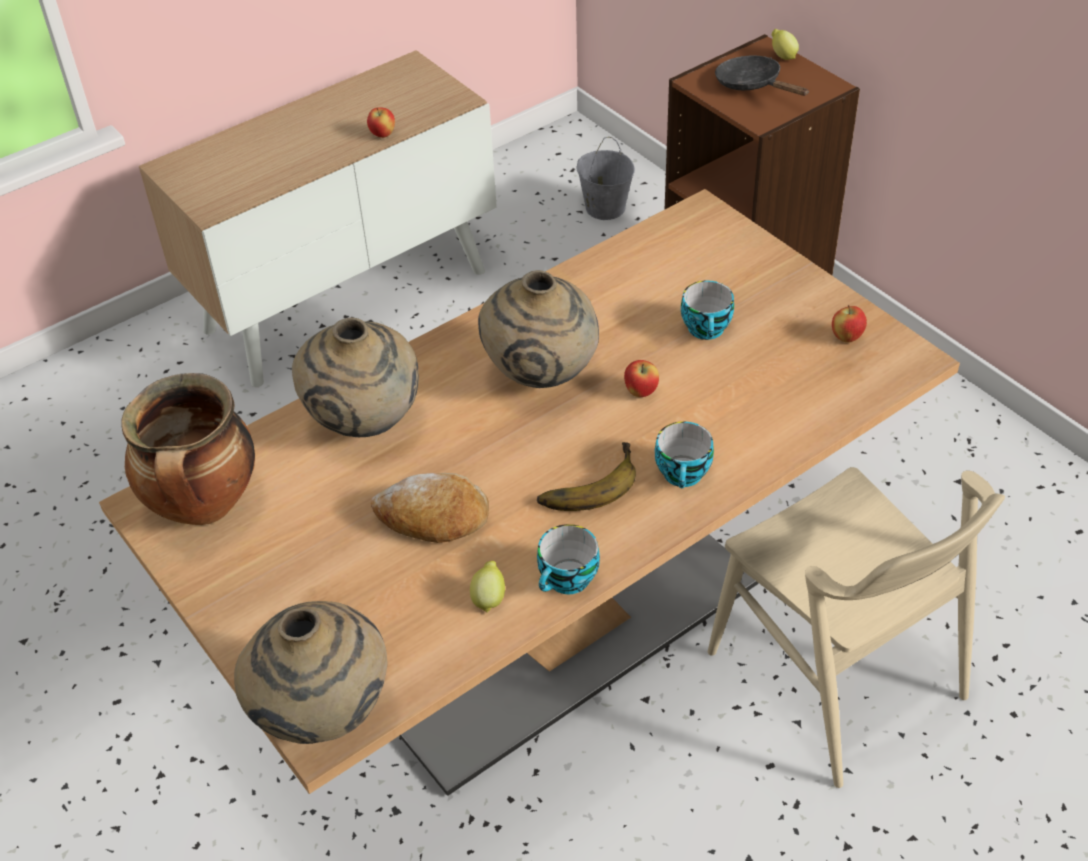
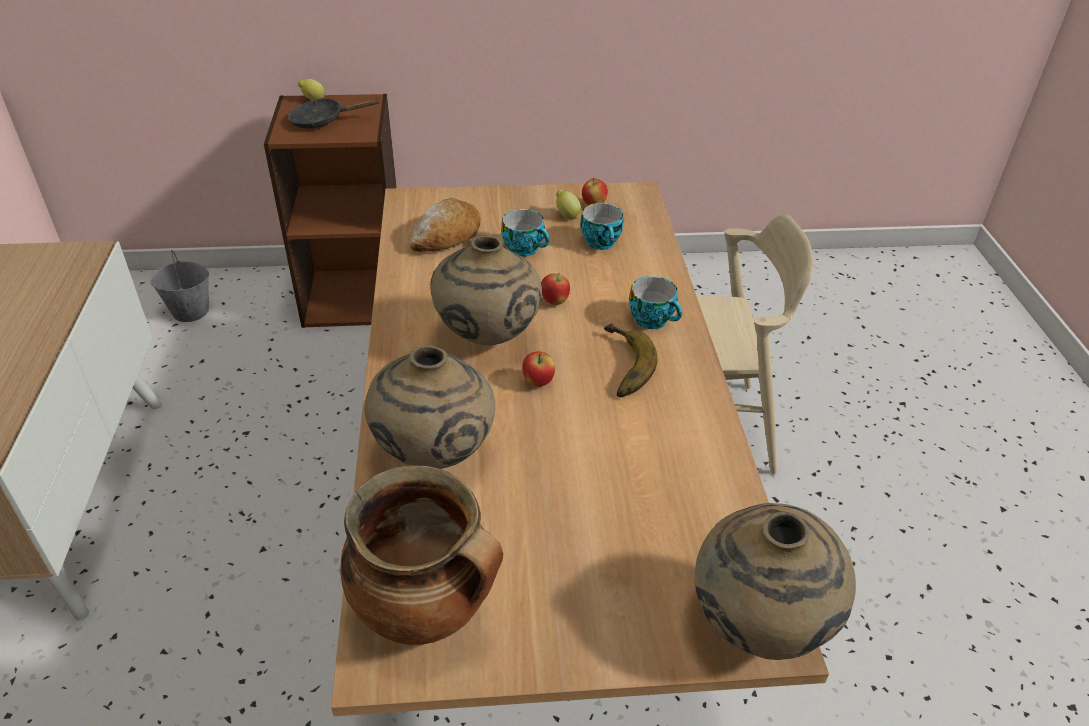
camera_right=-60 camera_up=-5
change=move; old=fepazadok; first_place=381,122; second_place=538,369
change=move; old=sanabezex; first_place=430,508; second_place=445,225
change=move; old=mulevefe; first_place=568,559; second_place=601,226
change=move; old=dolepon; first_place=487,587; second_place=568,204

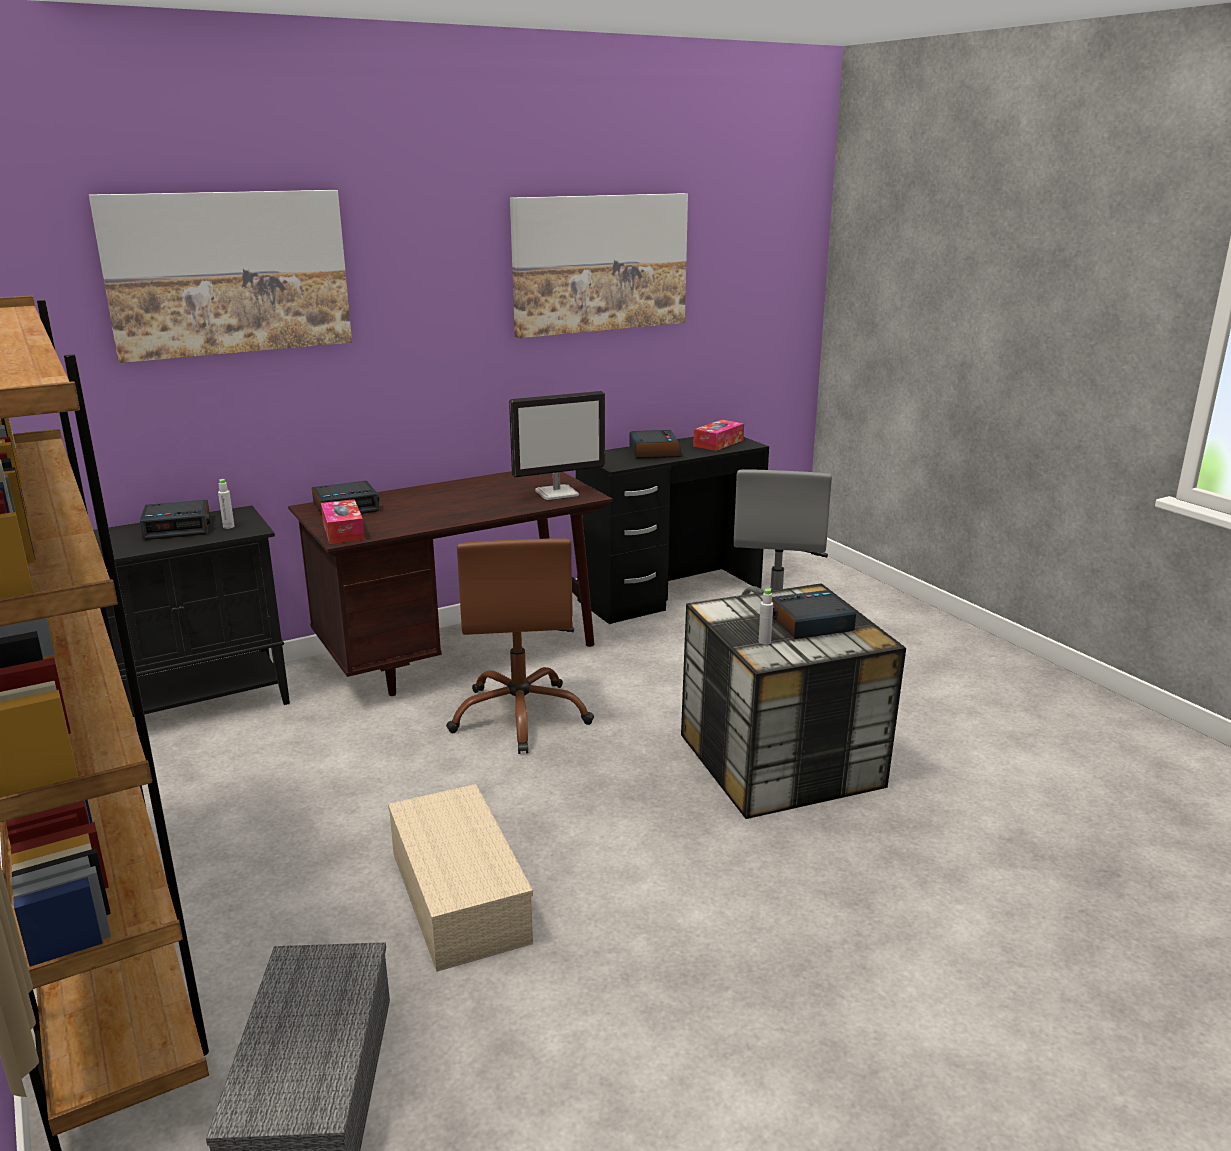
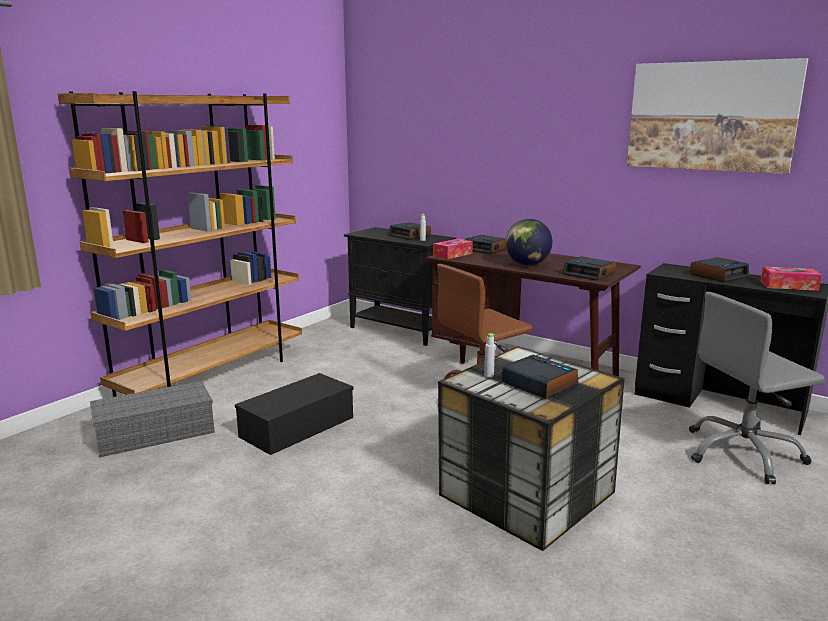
camera_right=65 camera_up=-5
change=delete; old=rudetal; first_place=220,276
change=replace; old=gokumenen; new=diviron; first_place=557,445; second_place=589,268
change=recolor; old=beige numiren; new=black numiren; first_place=460,878; second_place=294,414
change=insert; new=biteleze; second_place=528,242

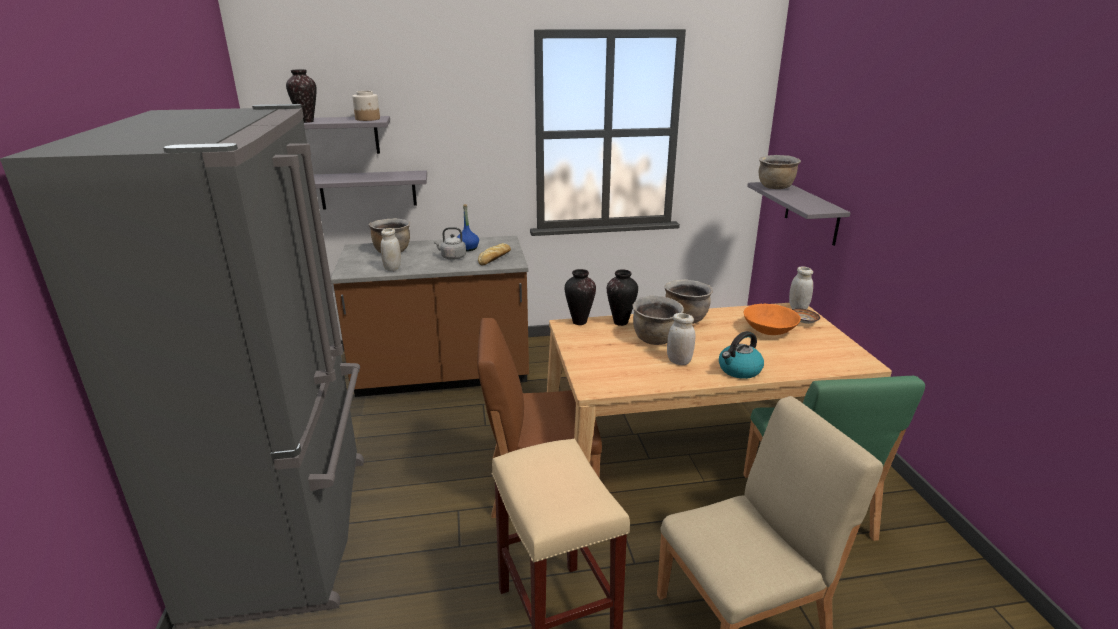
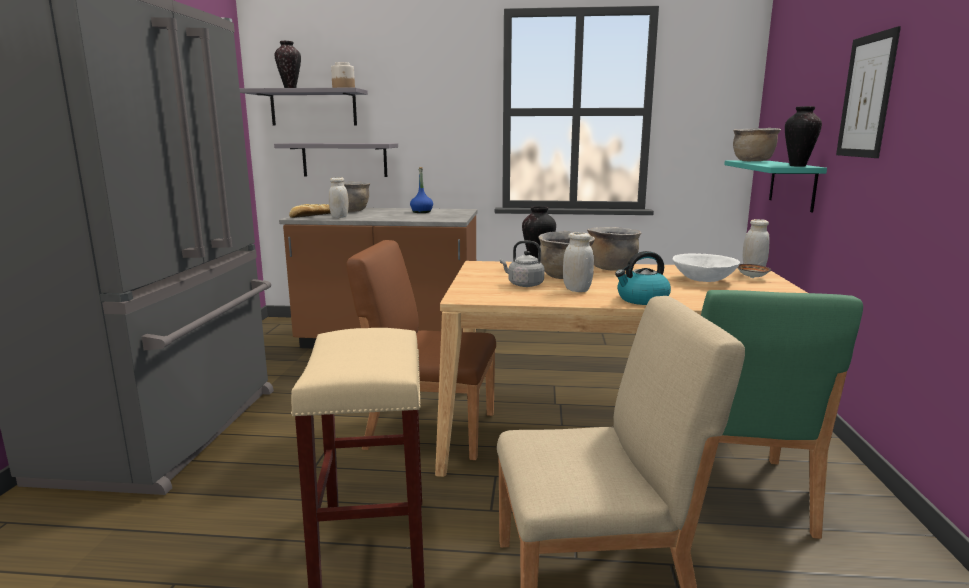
camera_right=15 camera_up=-10
change=recolor; old=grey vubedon; new=turquoise vubedon; first_place=799,214; second_place=775,186
change=move; old=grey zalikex; first_place=449,243; second_place=522,264
change=move; old=sanabezex; first_place=494,254; second_place=310,211
change=move; old=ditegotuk; first_place=580,297; second_place=803,136
change=recolor; old=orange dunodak; new=white dunodak; first_place=772,319; second_place=706,267
change=insert; new=rudetal; second_place=868,92

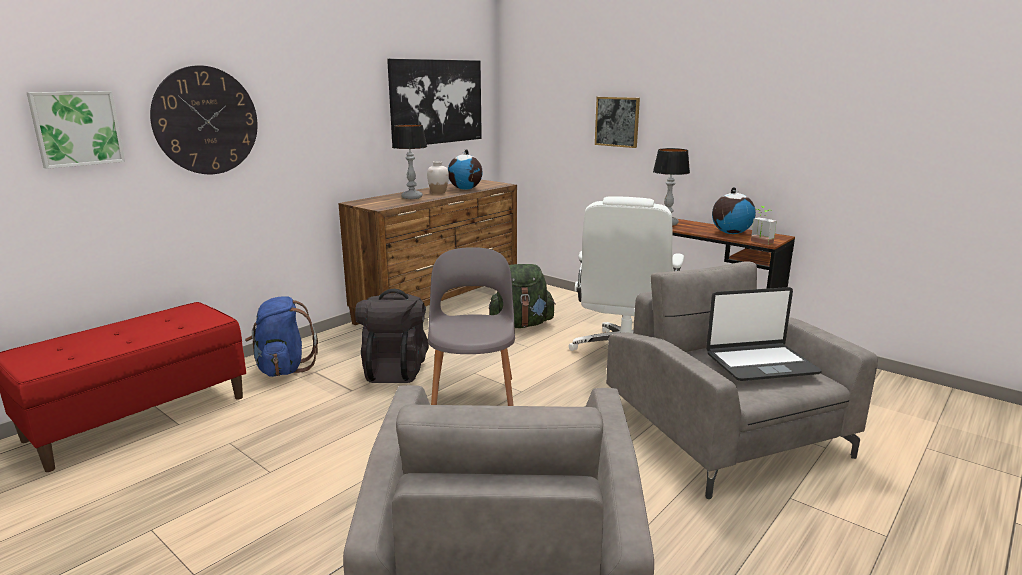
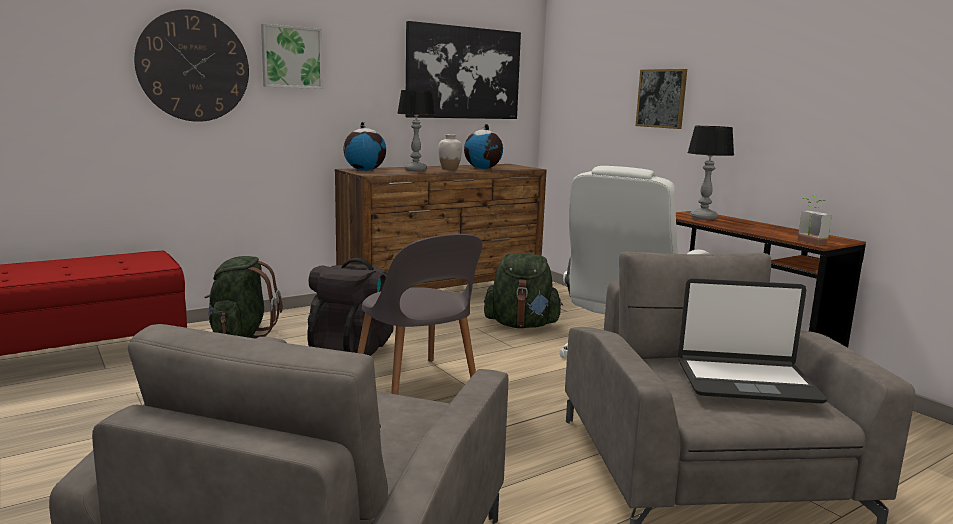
camera_right=15 camera_up=-5
change=move; old=rudetal; first_place=75,130; second_place=292,56
change=move; old=biteleze; first_place=734,210; second_place=365,146
change=rotate; old=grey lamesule; first_place=471,326; second_place=419,314; degrees=135
change=recolor; old=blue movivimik; new=green movivimik; first_place=281,336; second_place=243,297

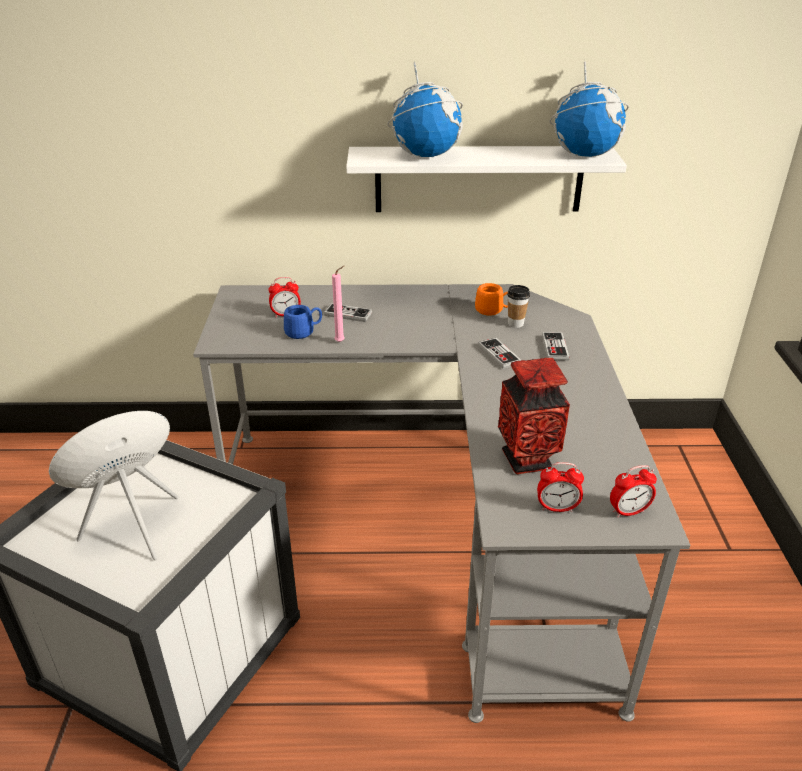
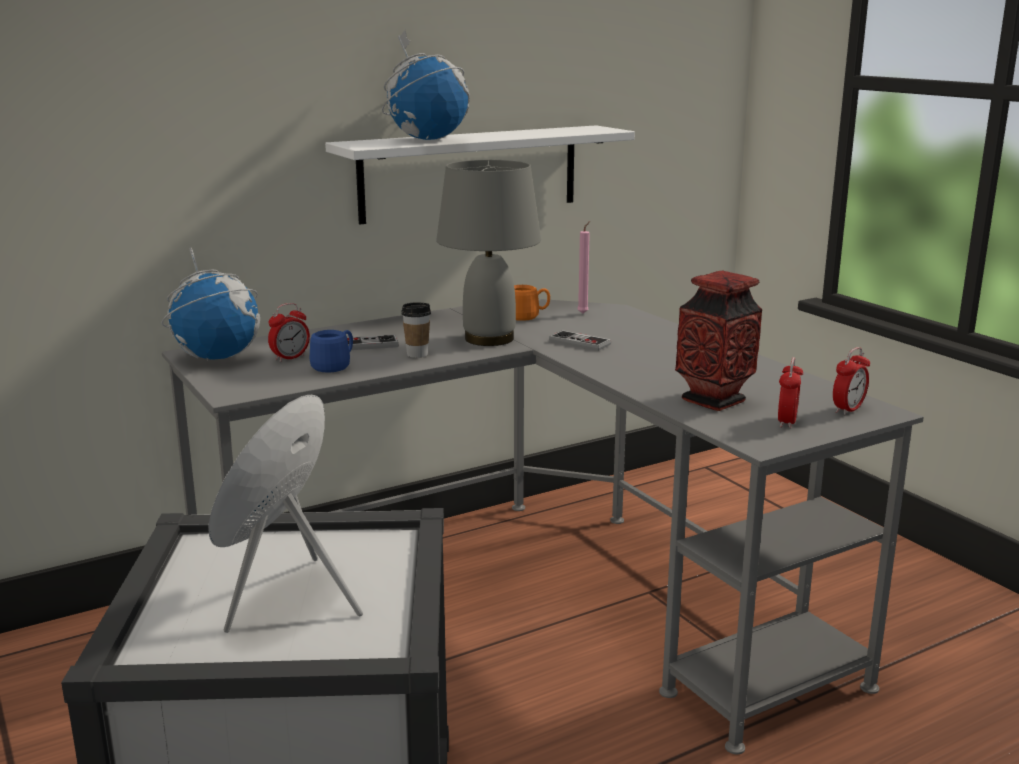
camera_right=-30 camera_up=-15
change=move; old=biteleze; first_place=589,109; second_place=210,304
change=move; old=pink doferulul; first_place=338,304; second_place=583,267
change=move; old=mulevefe; first_place=518,306; second_place=416,330
change=delete; old=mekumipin; first_place=555,346
change=rotate; old=diviron; first_place=560,487; second_place=790,393; degrees=-45
change=insert; new=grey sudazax; second_place=488,253

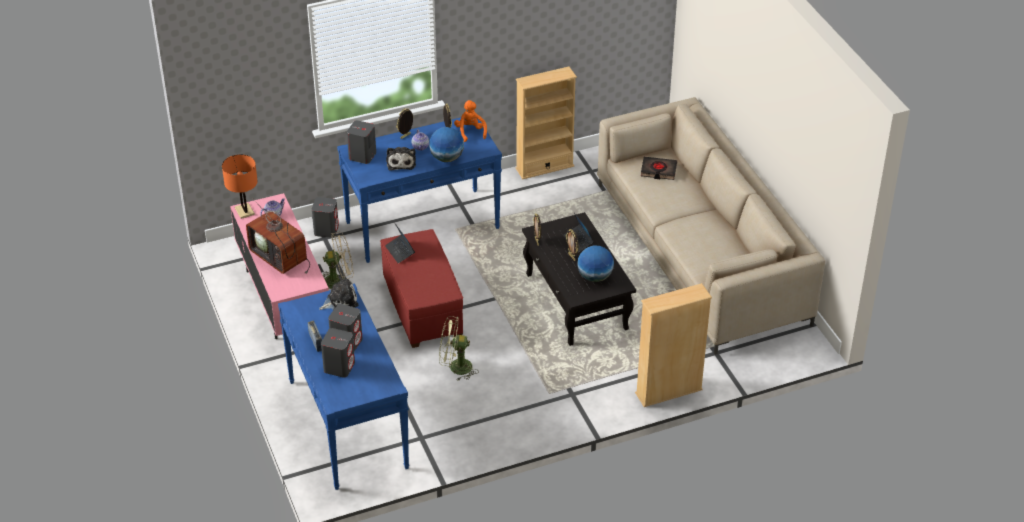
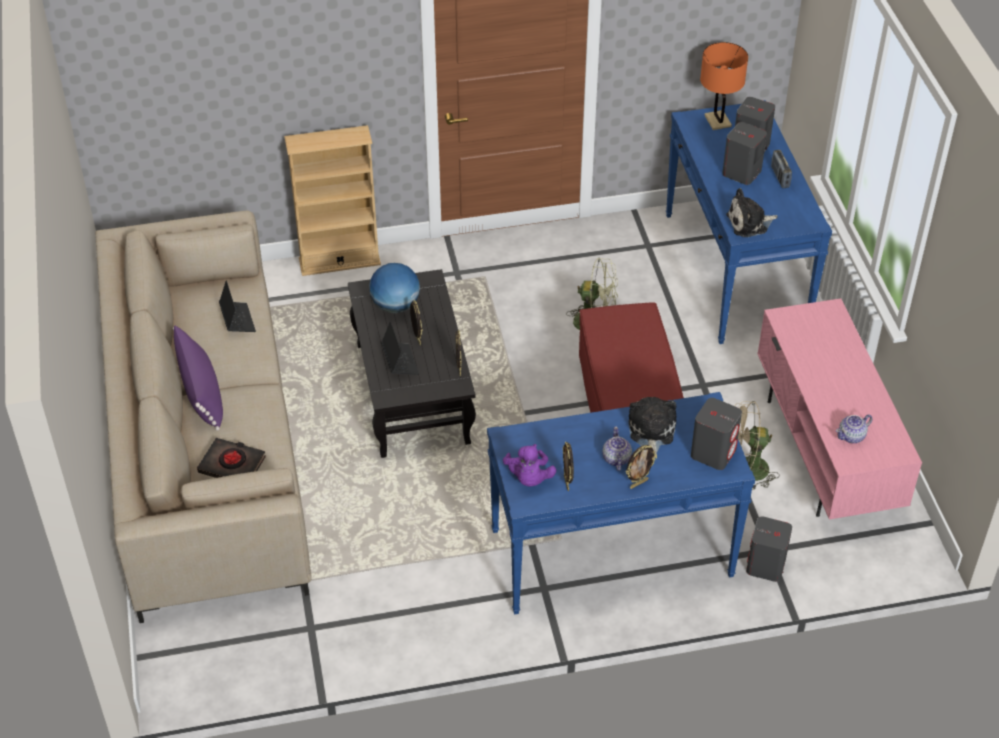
camera_right=-170 camera_up=5
change=delete; old=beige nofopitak; first_place=546,123
change=recolor; old=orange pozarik; new=purple pozarik; first_place=470,121; second_place=529,465
change=delete; old=biteleze; first_place=446,144
change=move; old=orange sudazax; first_place=240,186; second_place=724,86
change=delete; old=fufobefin; first_place=278,237
change=move; old=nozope; first_place=400,243; second_place=237,306
change=insert; new=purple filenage; second_place=198,378

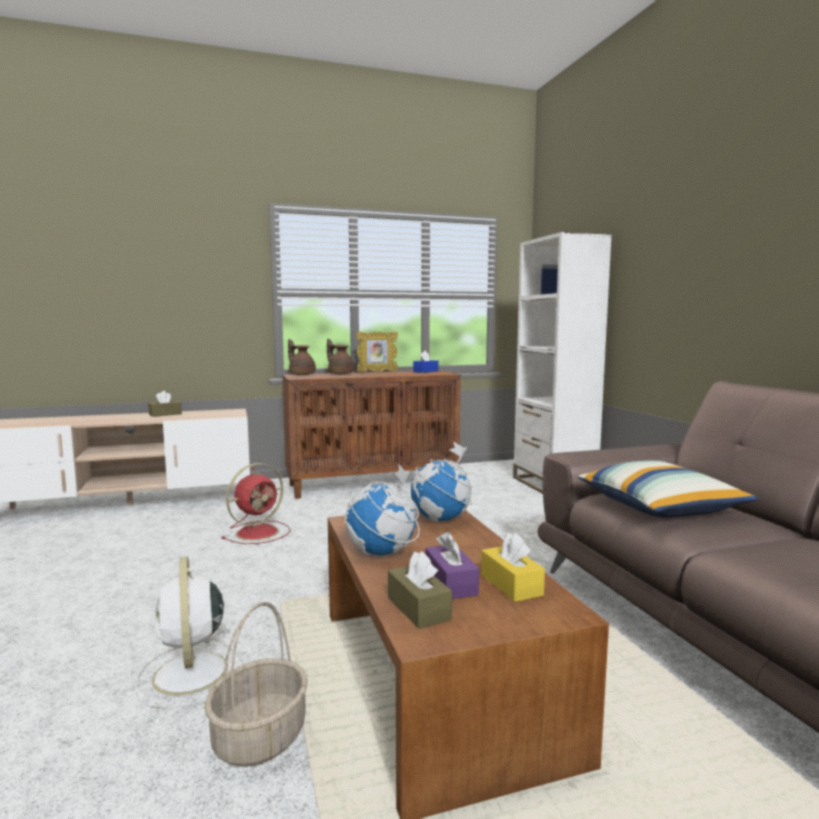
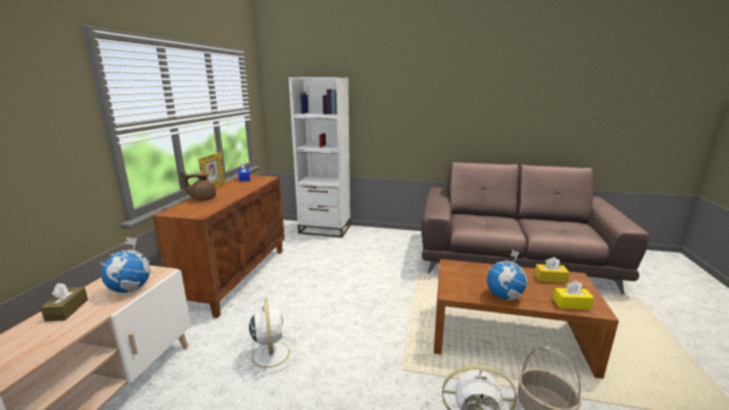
camera_right=-60 camera_up=10
change=delete; old=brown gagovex; first_place=302,357
change=move; old=biteleze; first_place=442,481; second_place=127,265
change=delete; old=filenage; first_place=668,489
change=recolor; old=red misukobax; new=white misukobax; first_place=256,503; second_place=270,337
change=delete; old=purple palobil; first_place=452,565
change=recolor; old=brown palobil; new=yellow palobil; first_place=420,590; second_place=573,295

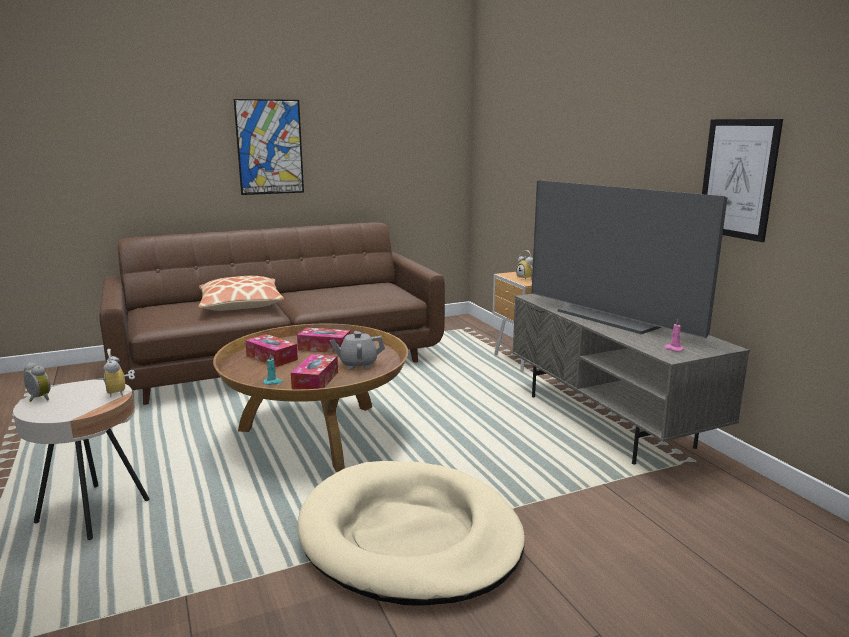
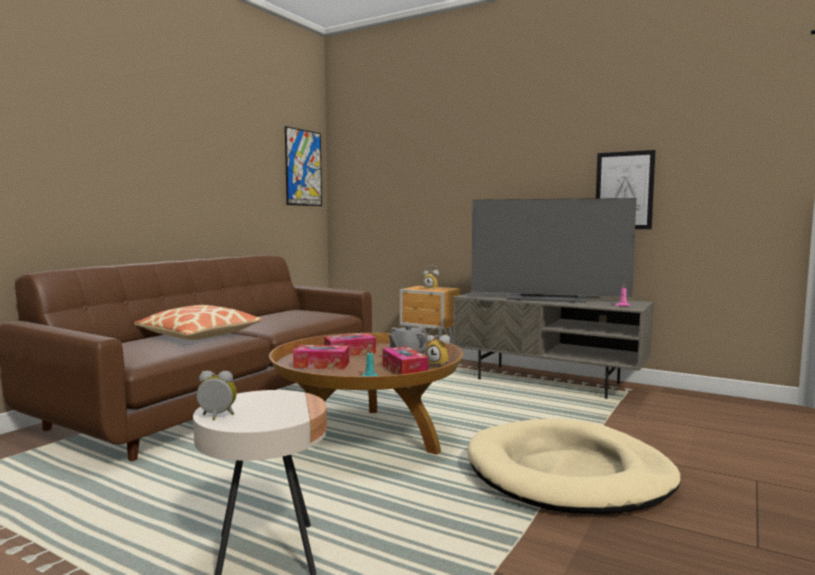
camera_right=-35 camera_up=-10
change=move; old=rudetal; first_place=269,147; second_place=303,166
change=move; old=diviron; first_place=119,373; second_place=438,347

